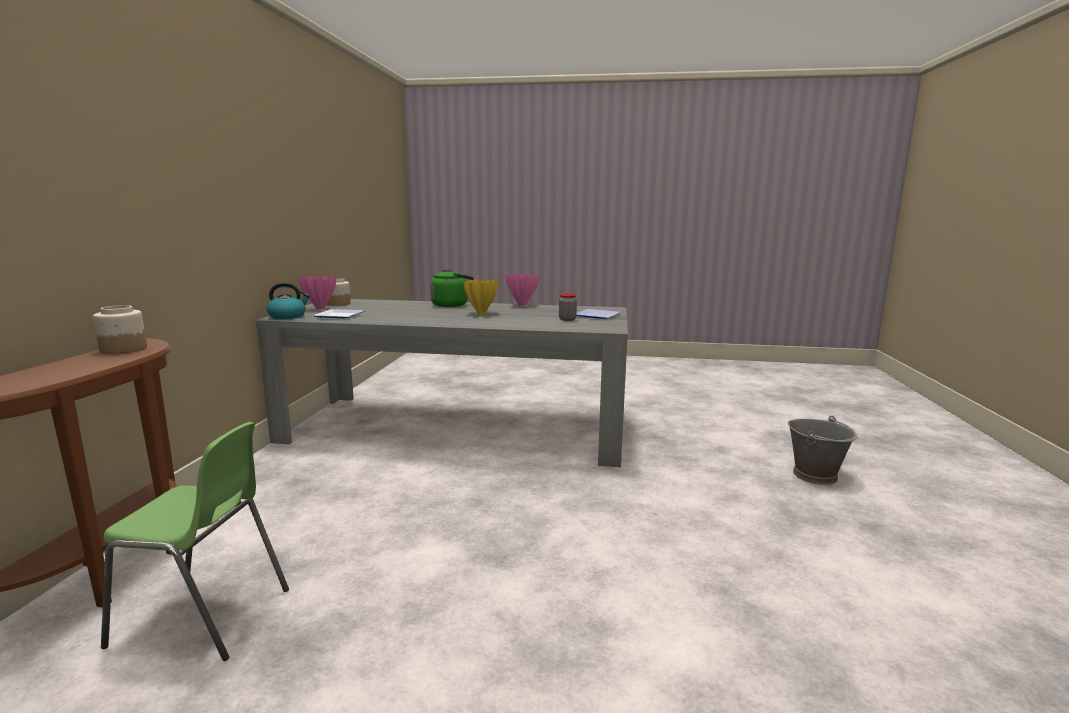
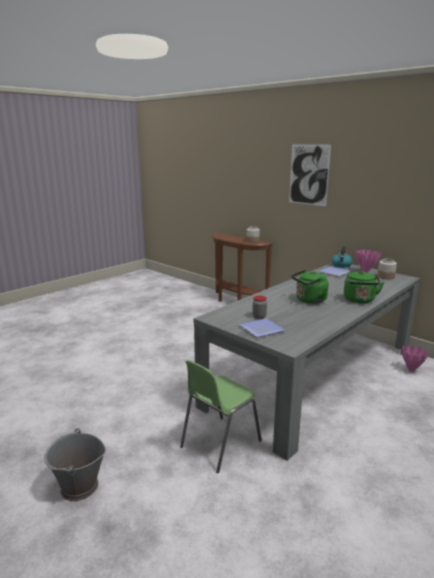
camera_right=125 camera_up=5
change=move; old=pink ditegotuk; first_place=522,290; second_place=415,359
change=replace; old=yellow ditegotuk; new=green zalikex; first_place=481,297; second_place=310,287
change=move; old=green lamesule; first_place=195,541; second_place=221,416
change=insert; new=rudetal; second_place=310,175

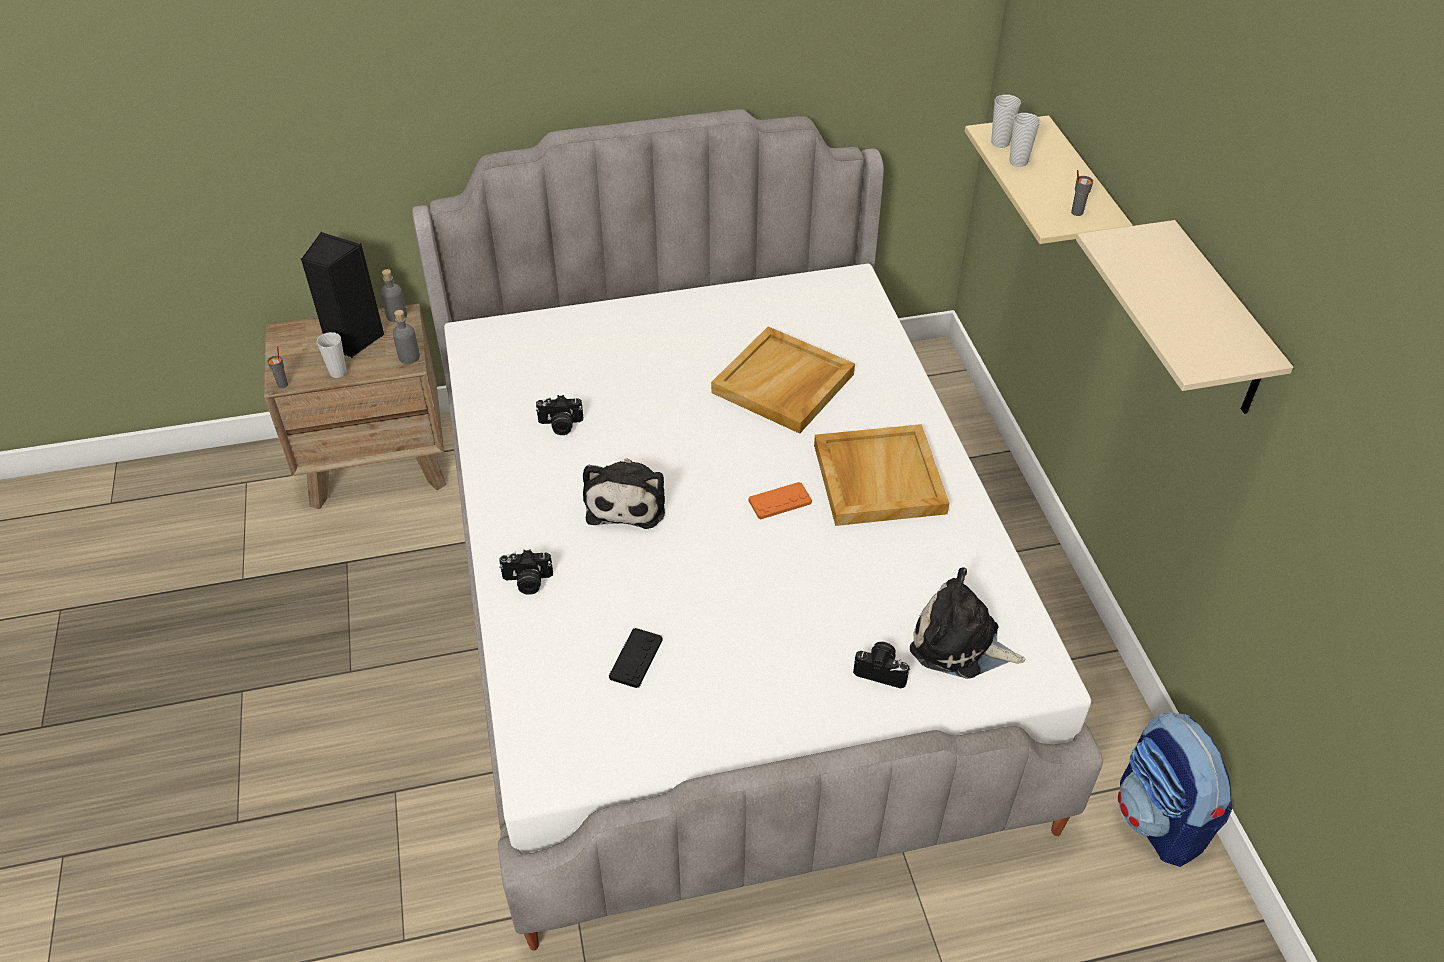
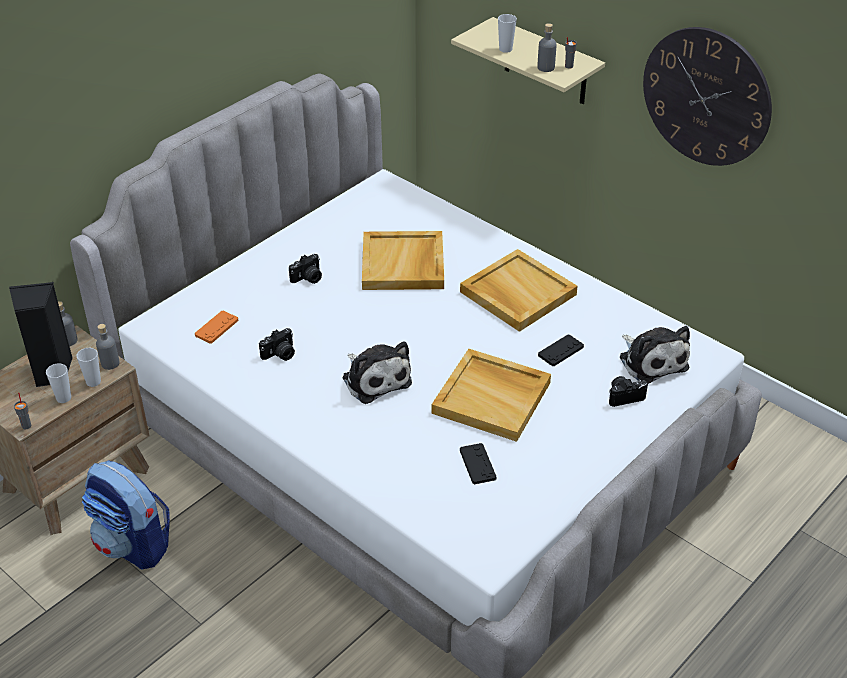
camera_right=-35 camera_up=-5
change=move; old=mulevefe; first_place=1006,121; second_place=88,367
change=replace; old=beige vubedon; new=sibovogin; first_place=1184,317; second_place=707,96
change=move; old=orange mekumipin; first_place=780,500; second_place=217,327
change=move; old=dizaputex; first_place=526,572; second_place=305,269
change=rotate; old=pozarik; first_place=967,623; second_place=654,355; degrees=-105
change=move; old=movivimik; first_place=1174,789; second_place=126,514
change=insert; new=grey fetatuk; second_place=547,47
change=insert; new=black mekumipin; second_place=561,350
change=insert; new=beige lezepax; second_place=491,395

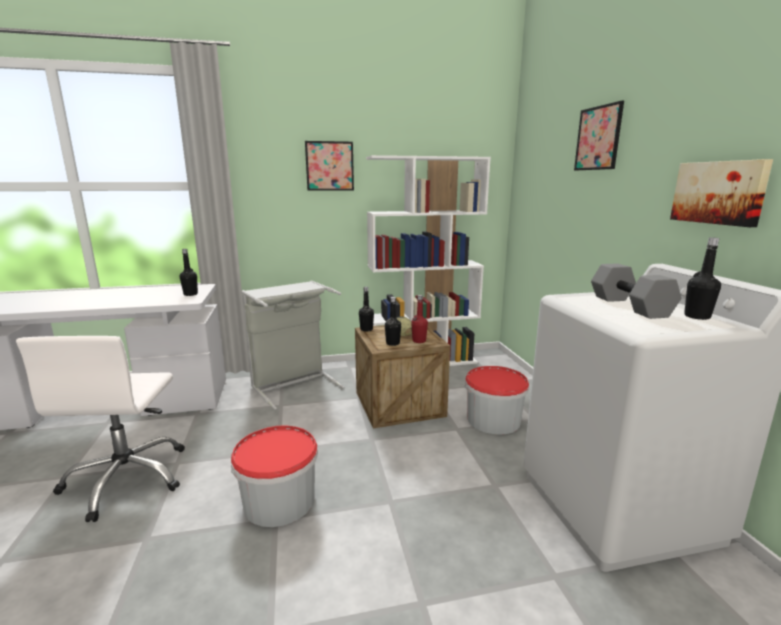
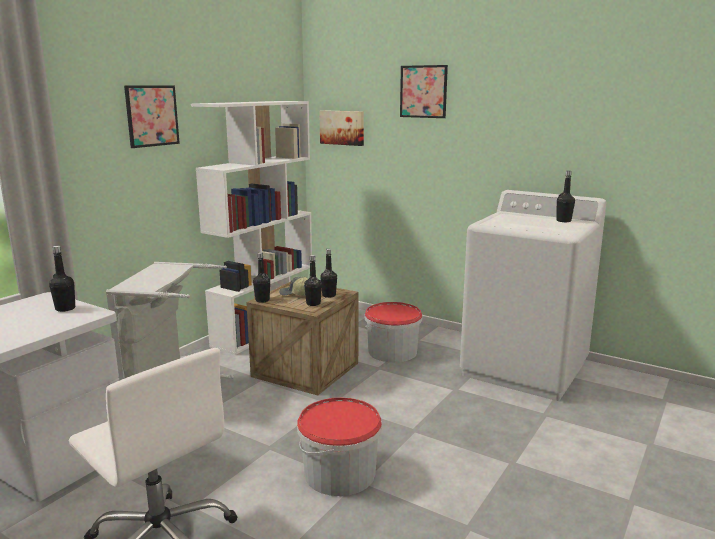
camera_right=-45 camera_up=0
change=move; old=rudetal; first_place=721,193; second_place=341,128
change=delete; old=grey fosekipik; first_place=636,291
change=recolor; old=red fetatuk; new=black fetatuk; first_place=419,319; second_place=328,273

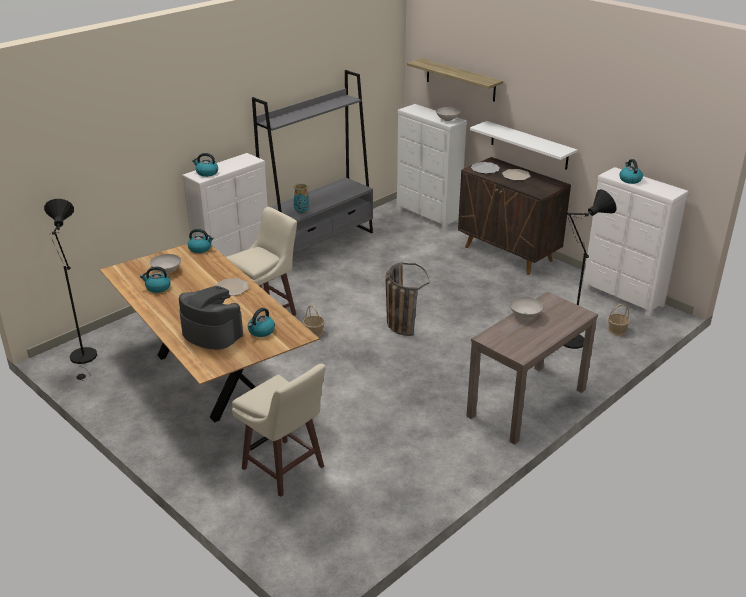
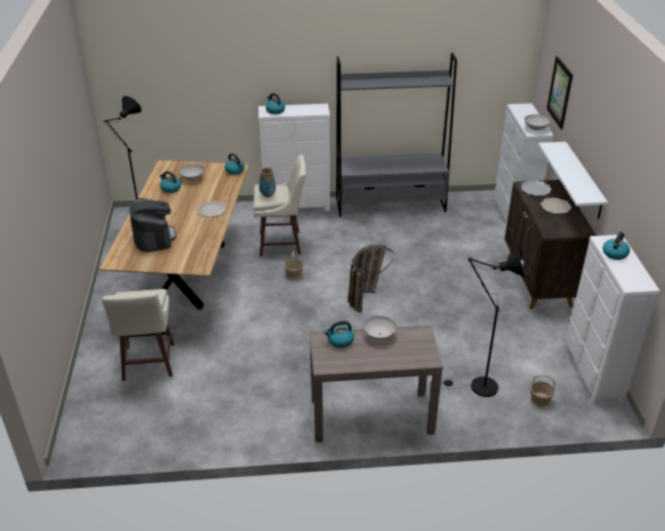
camera_right=40 camera_up=5
change=replace; old=vubedon; new=rudetal; first_place=455,80; second_place=560,93
change=move; old=ditegotuk; first_place=301,198; second_place=267,182
change=move; old=zalikex; first_place=261,322; second_place=339,334

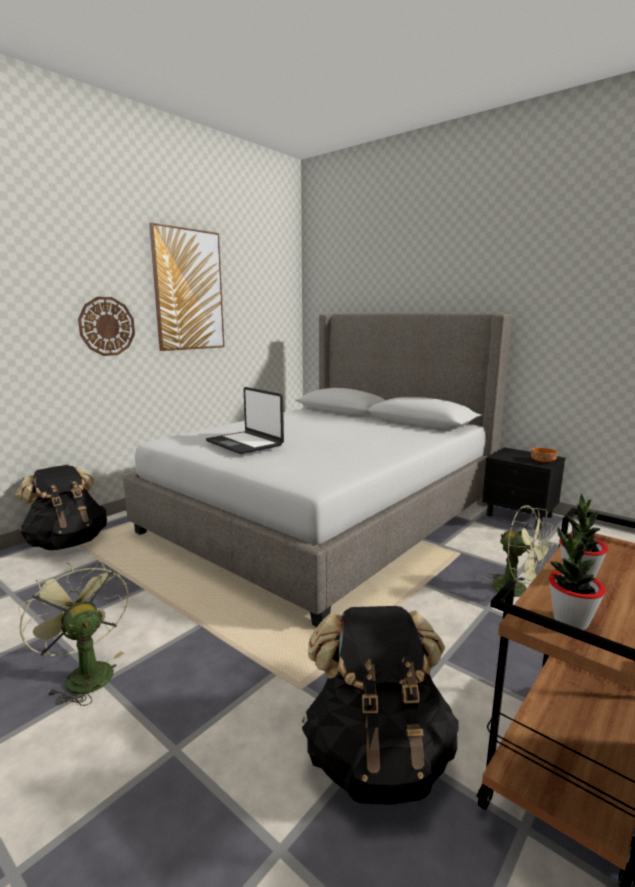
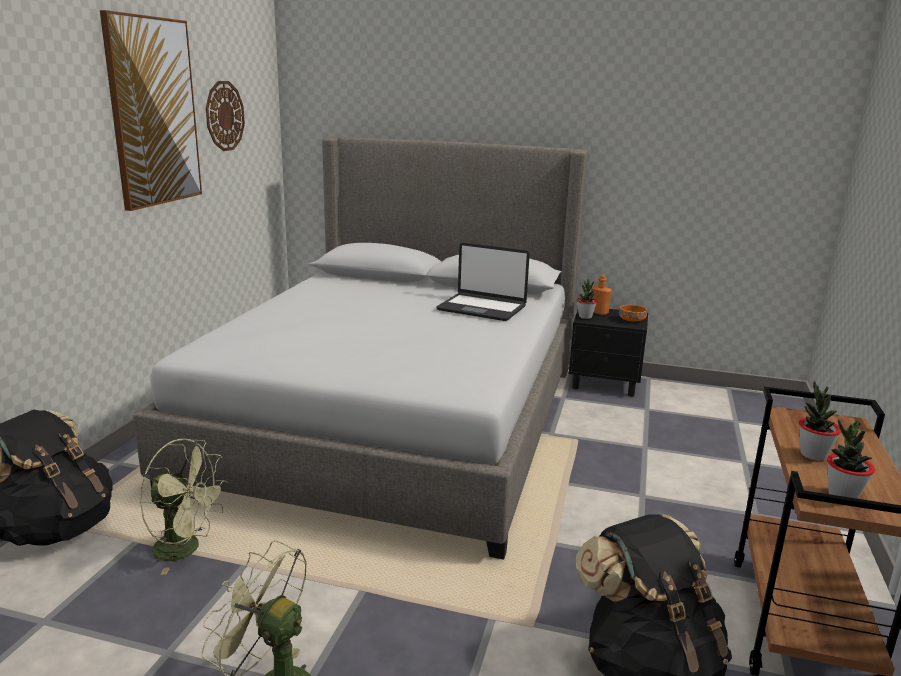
camera_right=-25 camera_up=5
change=move; old=sibovogin; first_place=106,326; second_place=225,116
change=move; old=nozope; first_place=245,420; second_place=483,281
change=move; old=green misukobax; first_place=520,551; second_place=184,507
change=insert; new=orange fetatuk; second_place=601,295
change=insert; new=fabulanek; second_place=587,299

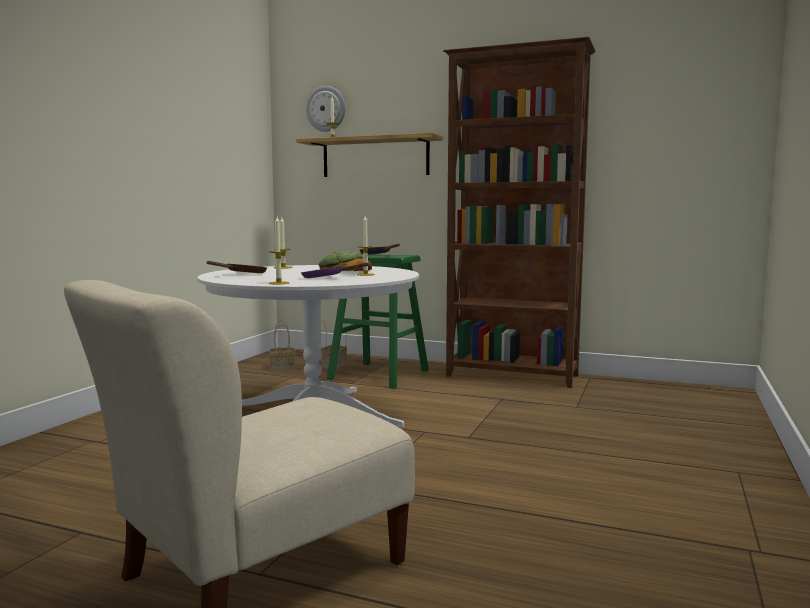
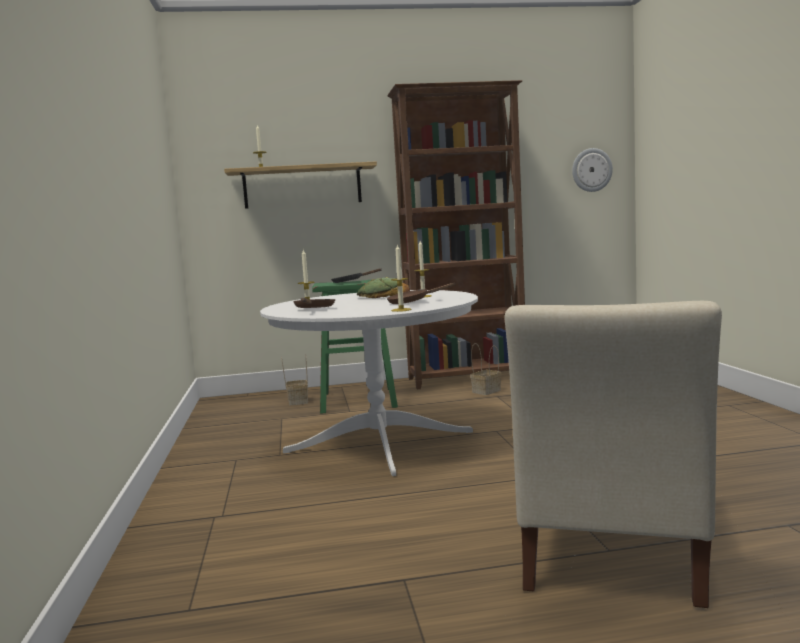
camera_right=-30 camera_up=0
change=move; old=sibovogin; first_place=326,109; second_place=592,170
change=recolor; old=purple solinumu; new=brown solinumu; first_place=335,270; second_place=421,293
change=move; old=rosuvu; first_place=282,345; second_place=485,369

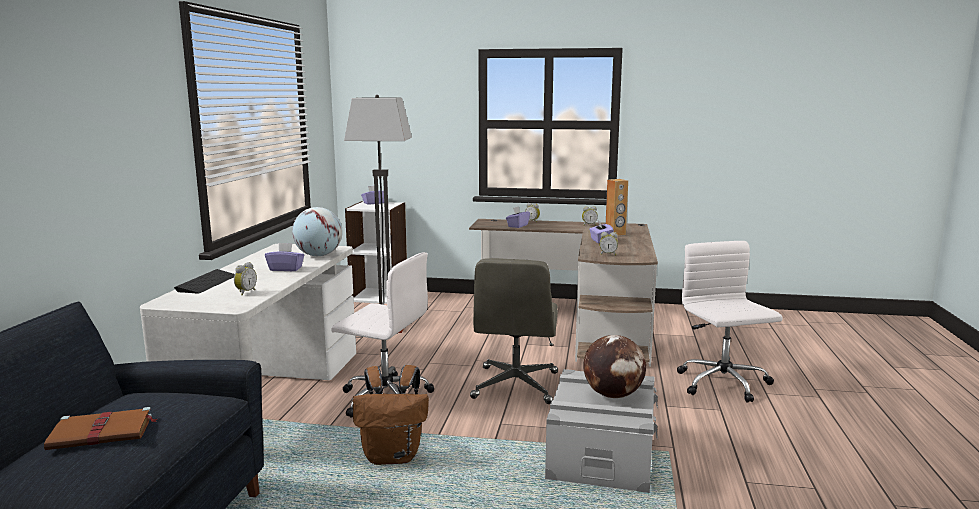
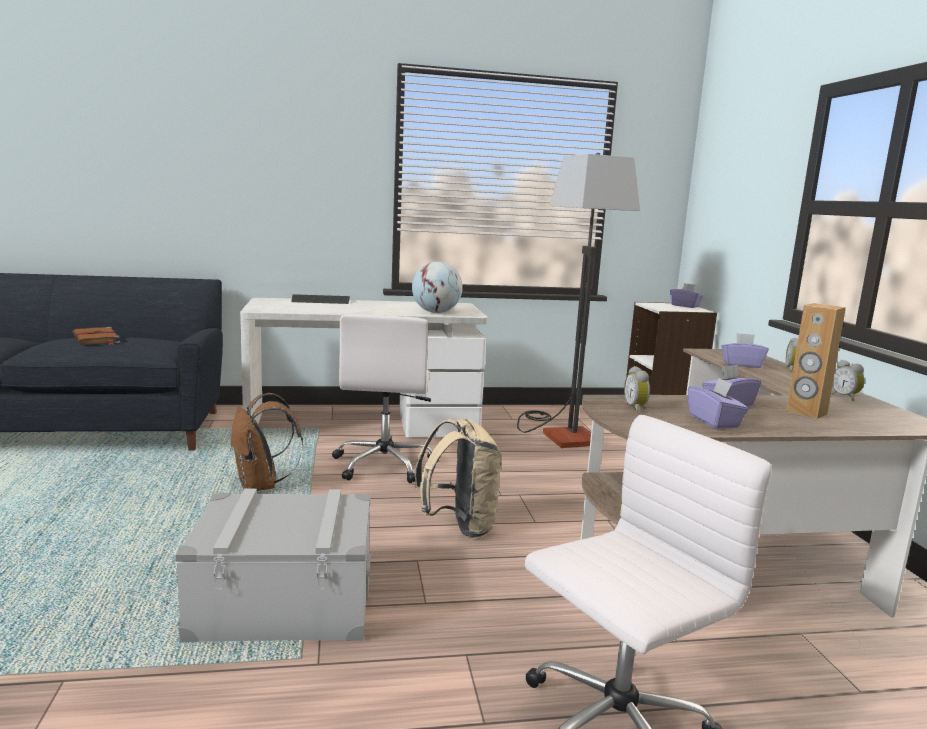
camera_right=70 camera_up=0
change=move; old=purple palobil; first_place=284,257; second_place=718,403
change=replace; old=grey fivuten; new=beige movivimik; first_place=514,331; second_place=458,478
change=delete; old=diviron; first_place=245,278
change=delete; old=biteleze; first_place=614,366

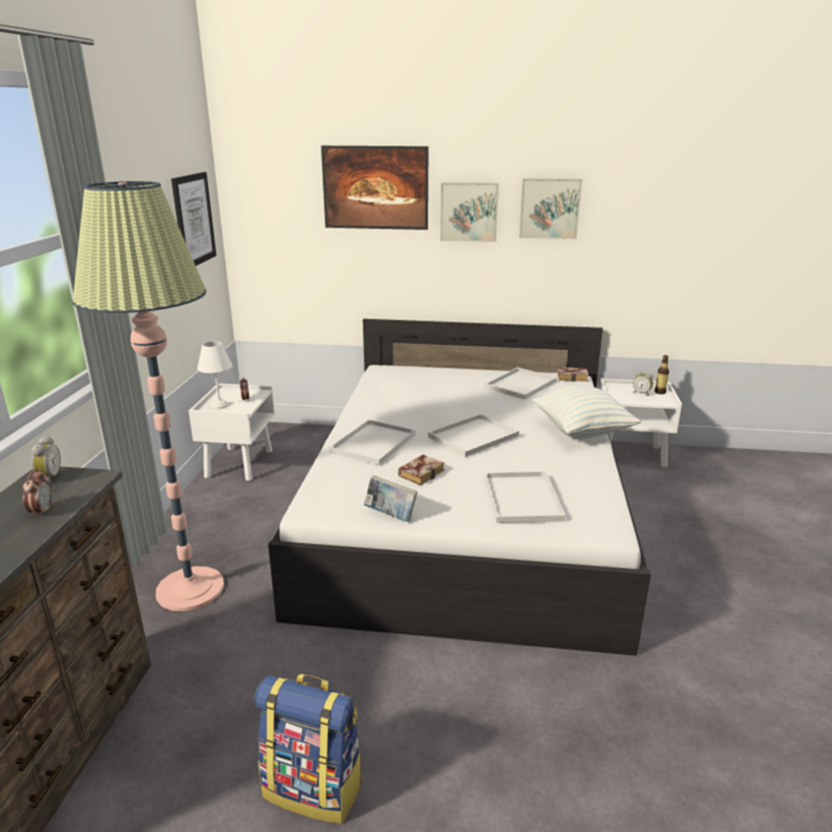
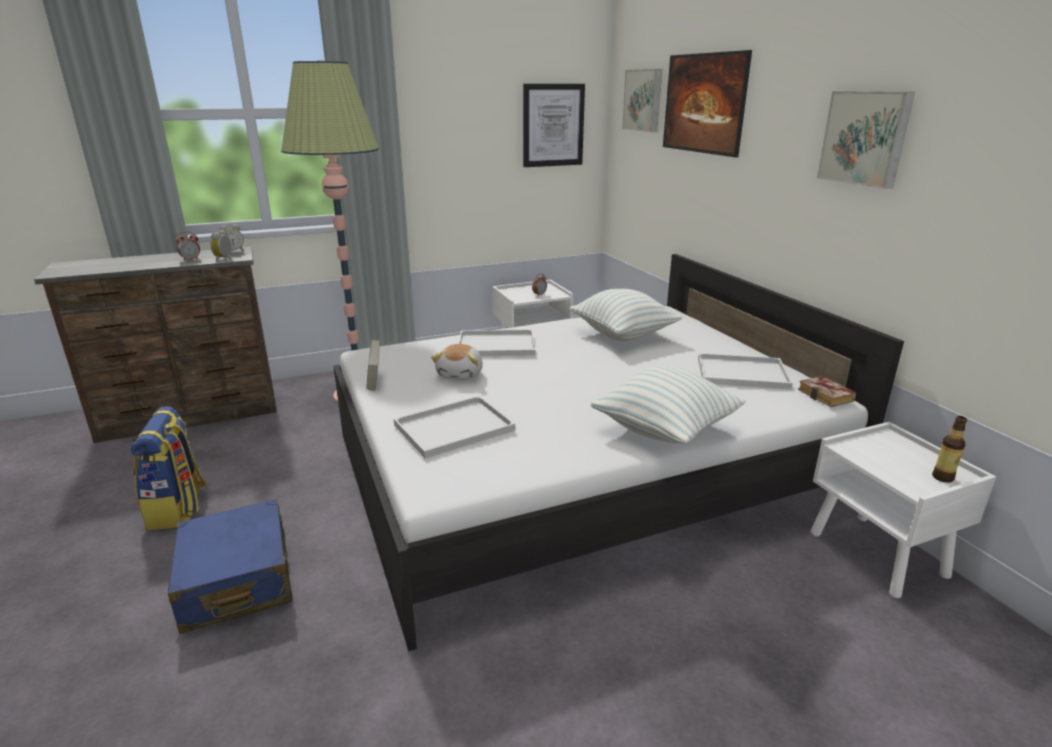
camera_right=60 camera_up=0
change=move; old=rudetal; first_place=469,212; second_place=642,100
change=delete; old=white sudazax; first_place=214,375
change=move; old=diviron; first_place=643,383; second_place=220,245
change=delete; old=white lezepax; first_place=473,435
change=replace; old=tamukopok; new=pozarik; first_place=421,470; second_place=457,362
change=insert; new=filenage; second_place=625,315
change=insert; new=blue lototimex; second_place=230,566

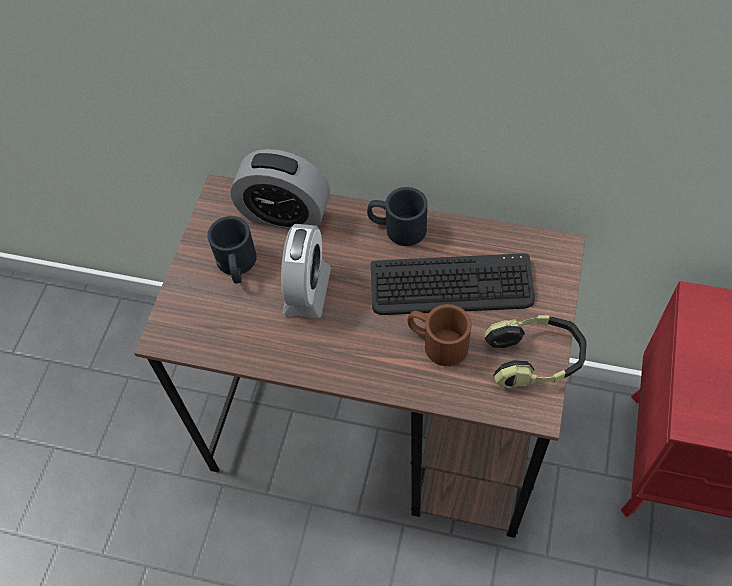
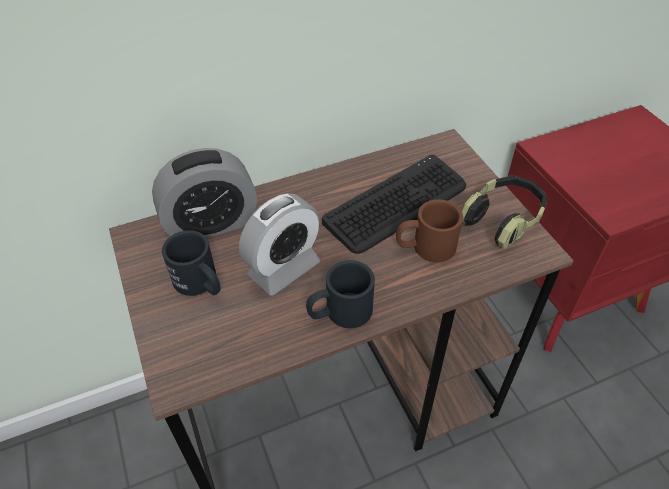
camera_right=-40 camera_up=-10
change=move; old=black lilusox; first_place=397,216; second_place=340,294
change=rotate; old=diviron; first_place=306,271; second_place=279,244; degrees=75

